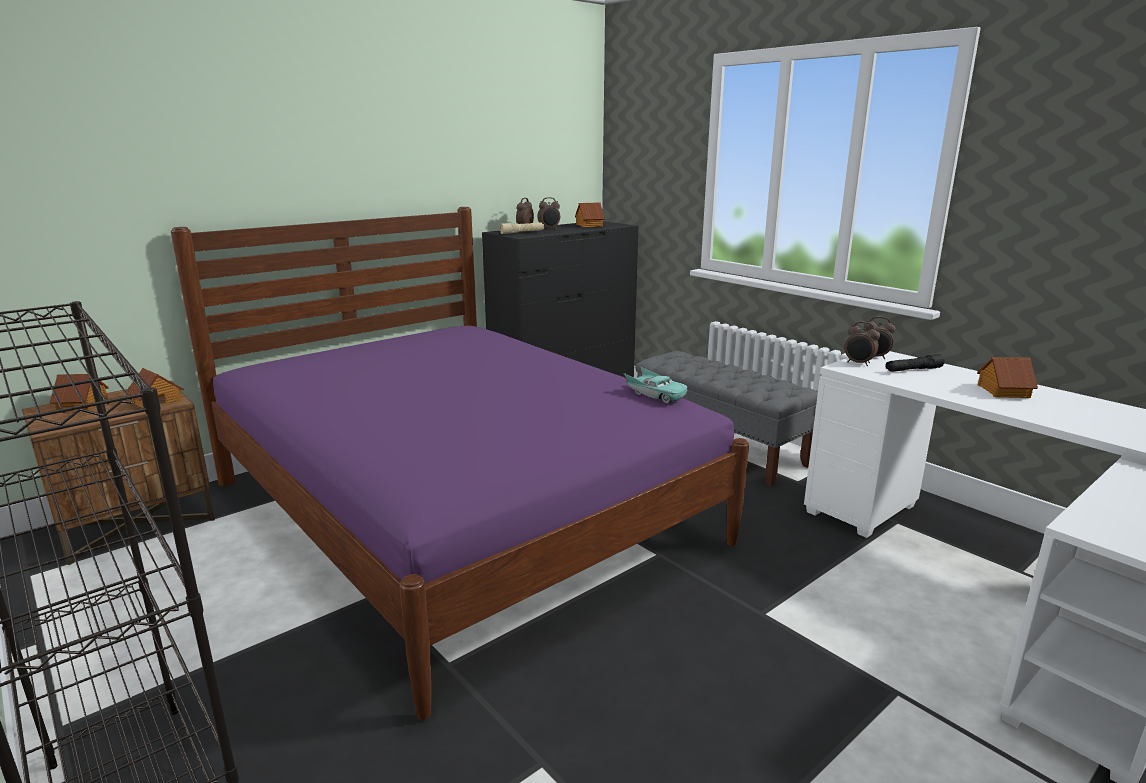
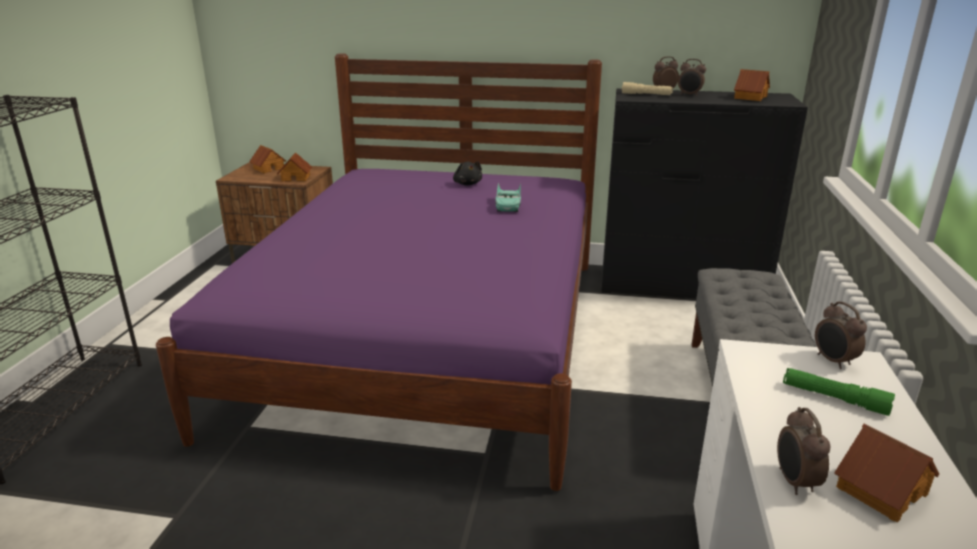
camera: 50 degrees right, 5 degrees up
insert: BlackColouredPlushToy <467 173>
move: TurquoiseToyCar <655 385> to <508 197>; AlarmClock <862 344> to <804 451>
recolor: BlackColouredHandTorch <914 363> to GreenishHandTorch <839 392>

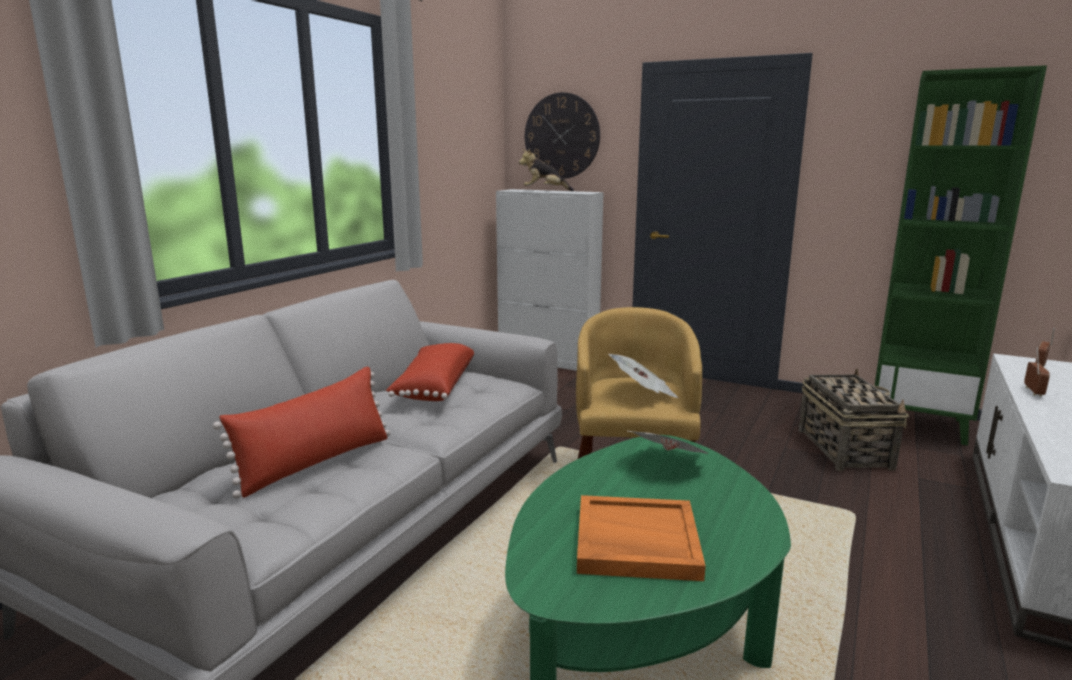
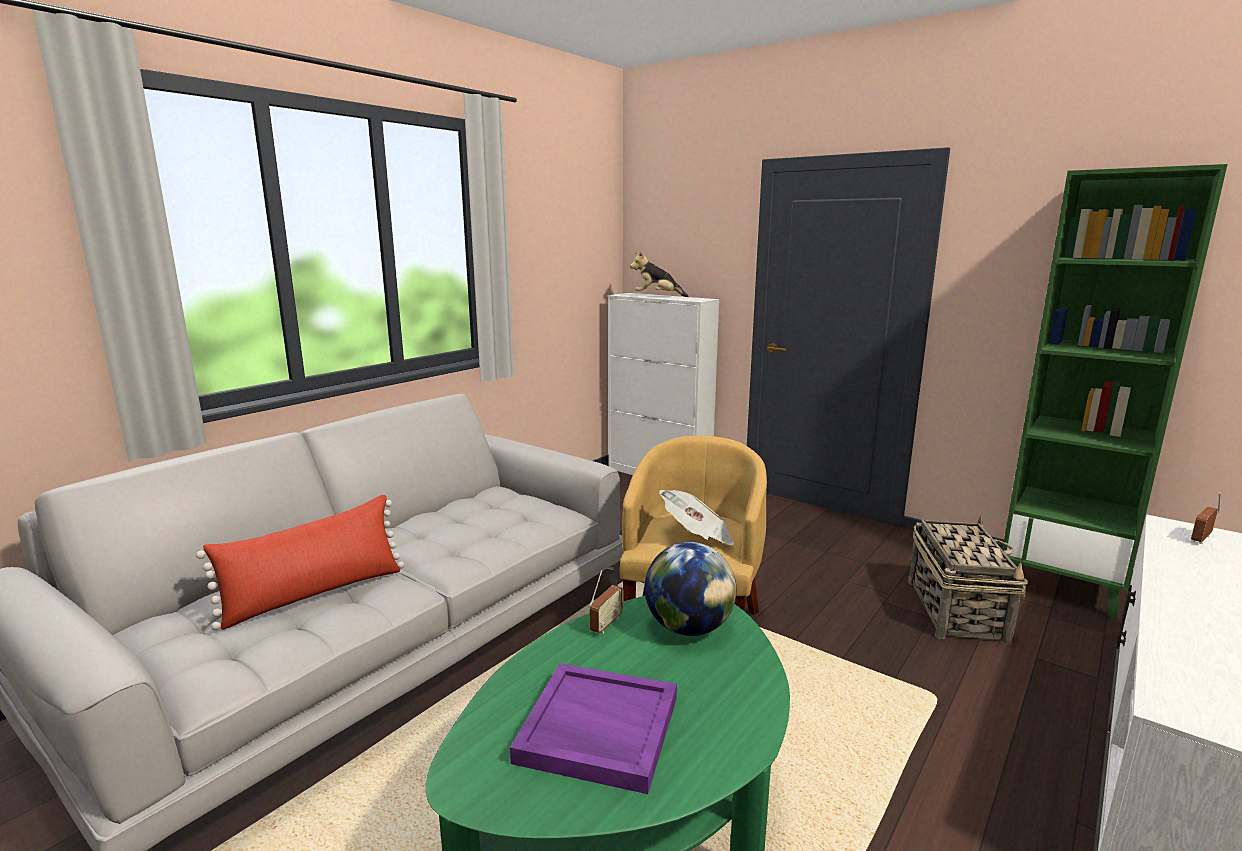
camera: 10 degrees right, 0 degrees up
delete: RedCushion <430 372>; WallClock <562 135>
move: RadioReceiver <1037 371> to <606 602>
replace: PrintedPaper <668 442> to Globe <691 589>
recolor: OrangeTray <641 538> to PurpleTray <593 728>

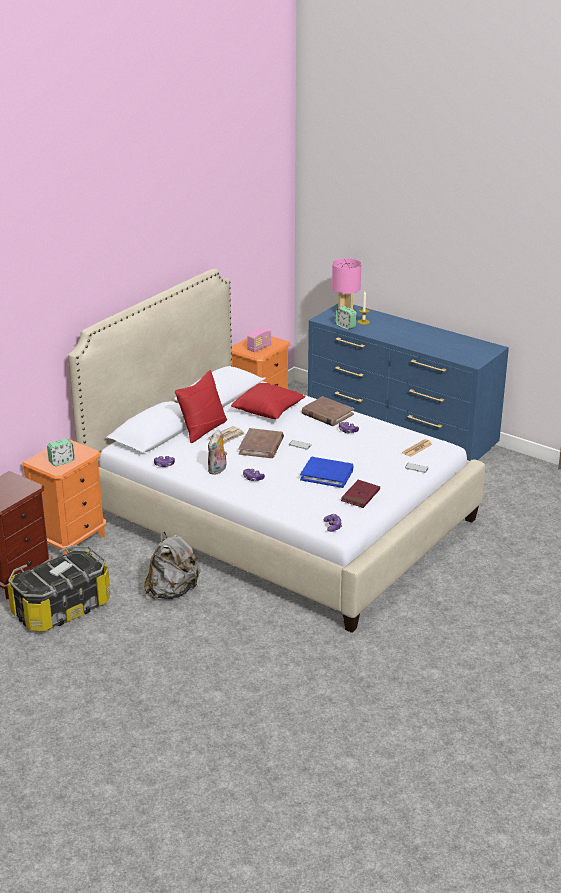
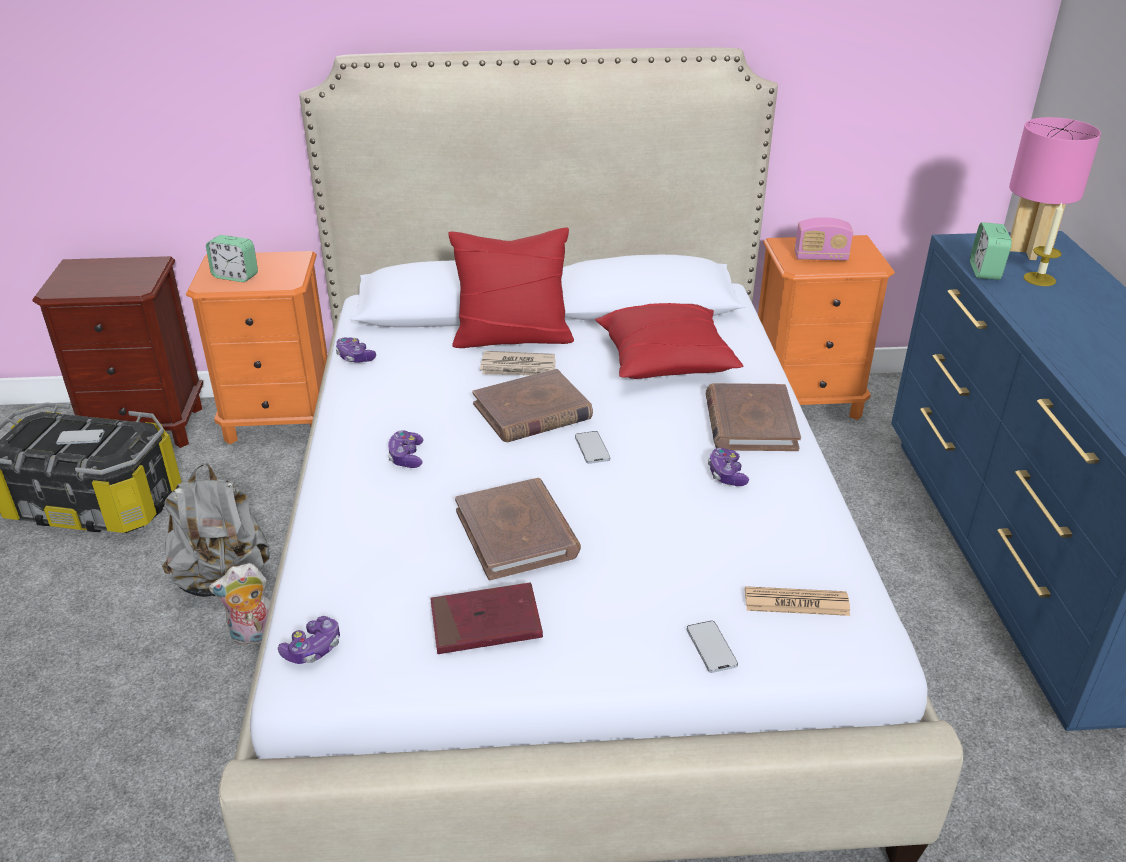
camera: 50 degrees right, 5 degrees up
move: PlushToy <217 452> to <239 604>
recolor: BluishBook <326 472> to BrownBook <518 529>

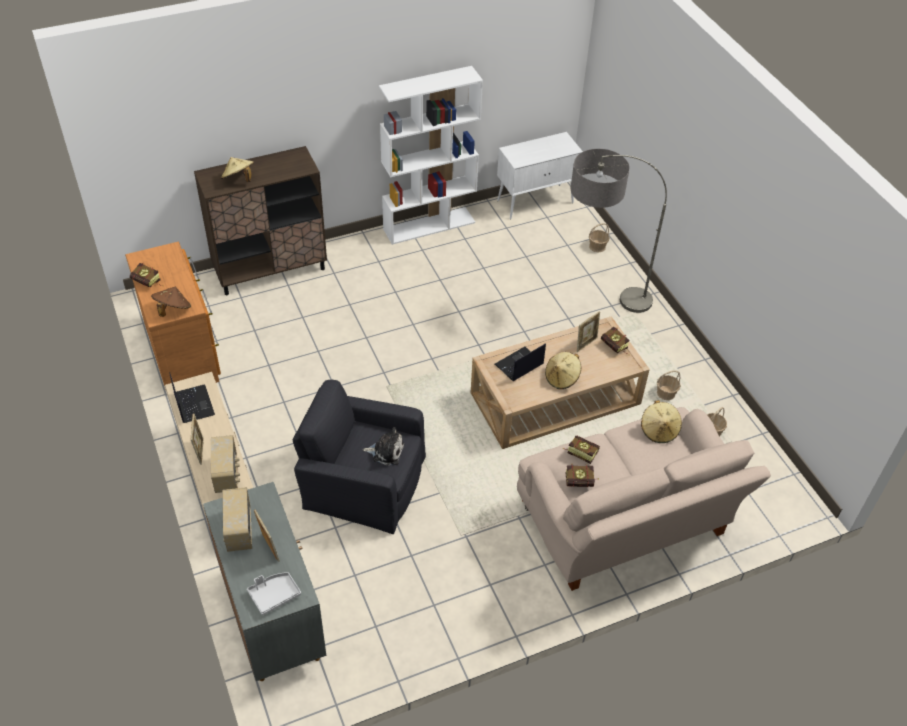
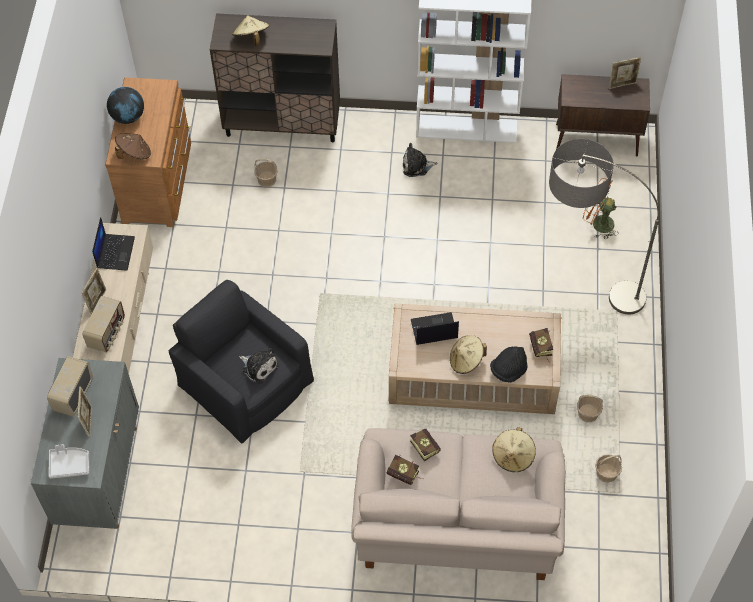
camera: 30 degrees right, 10 degrees up
insert: PlushToy <420 160>; BlackColouredClothingHat <508 364>; OrangeCoolingFan <601 208>
move: StorageBasket <599 237> to <266 172>; PhotoFrame <588 331> to <625 73>
replace: Book <146 275> to Globe <125 105>
recolor: WhitishStorageCabinet <540 176> to BrownStorageCabinet <603 115>

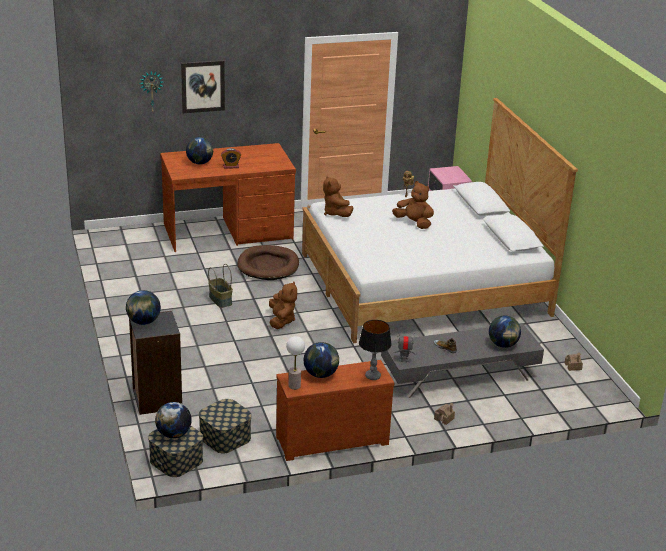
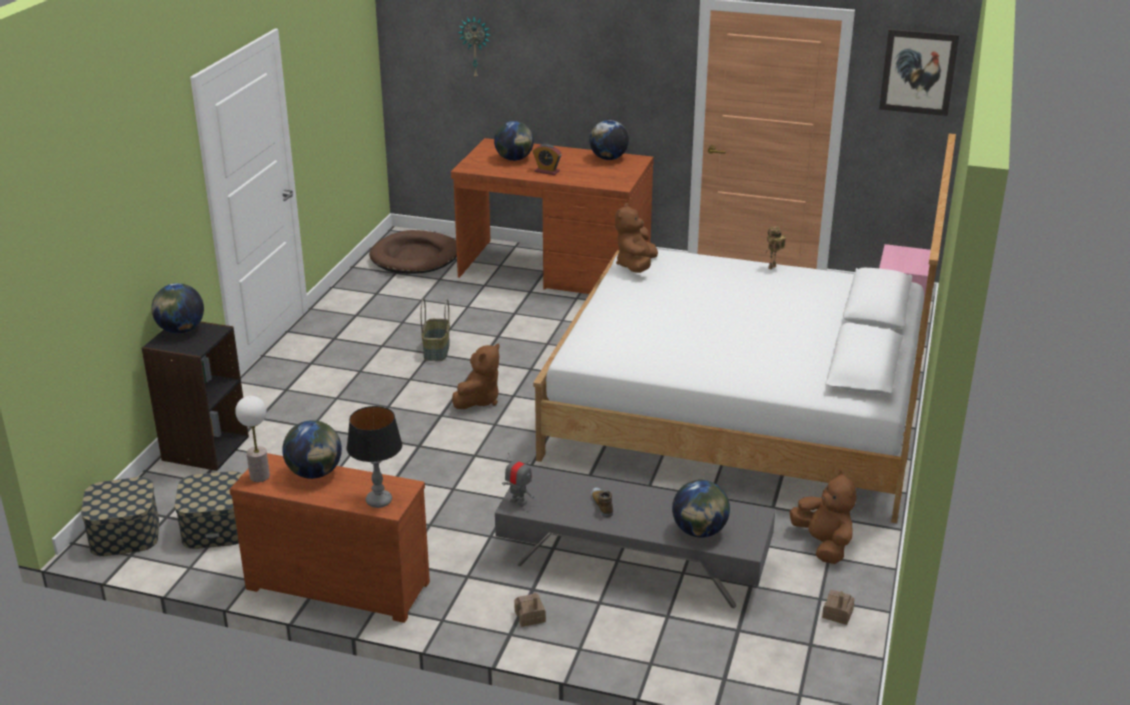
camera: 35 degrees right, 0 degrees up
move: BrownPetBed <268 262> to <413 252>; Globe <173 420> to <609 140>; BrownPlushToy <413 205> to <823 517>; WallPicture <203 86> to <919 72>

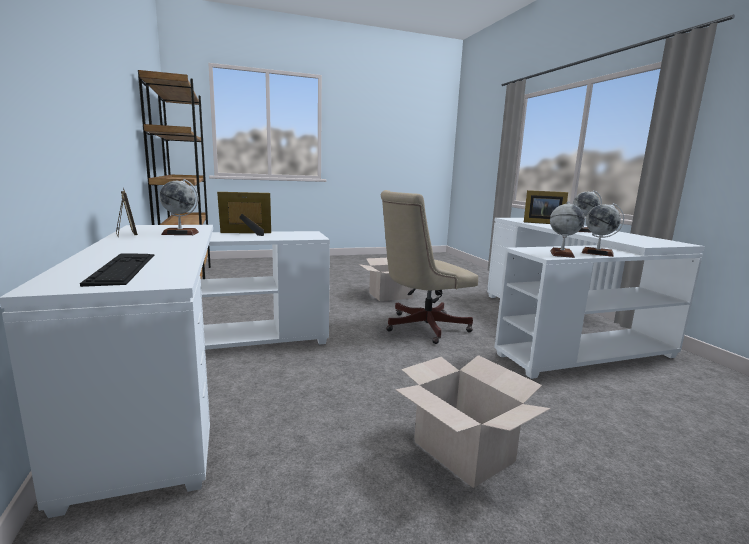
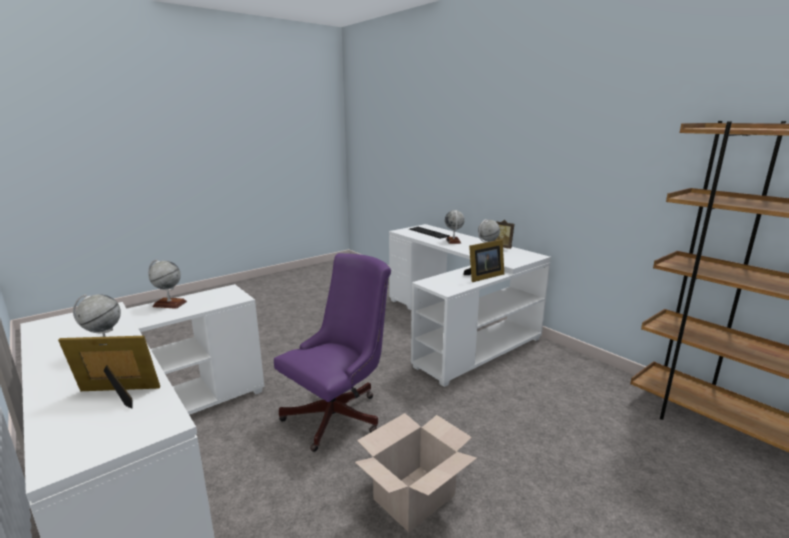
camera: 160 degrees right, 5 degrees up
delete: PackingBox <473 421>
move: Globe <567 229> to <455 227>
recolor: BeigeColouredDeskChair <429 267> to PurpleDeskChair <332 352>

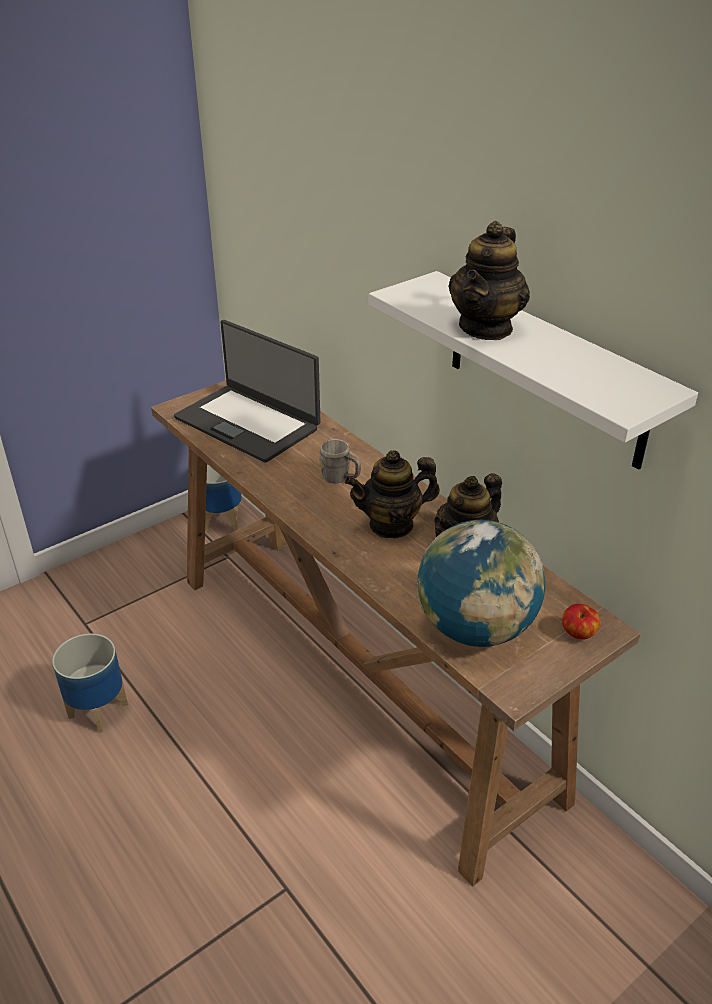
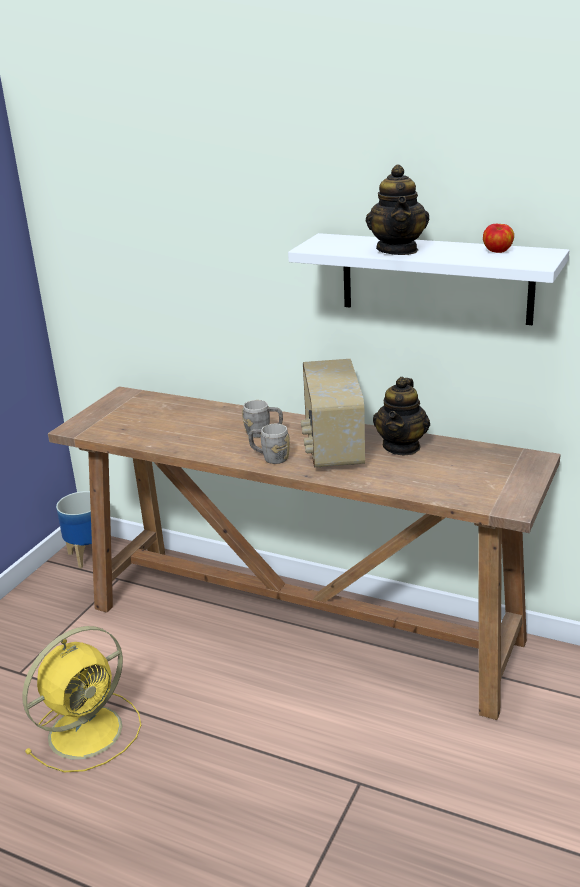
camera: 25 degrees left, 10 degrees down
delete: Laptop <247 391>; Globe <480 583>
insert: GrayTeaMug <269 444>
move: AppleFruit <581 622> to <498 238>
replace: Planter <90 683> to YellowishCoolingFan <81 699>; TeaPot <392 494> to RadioReceiver <333 413>

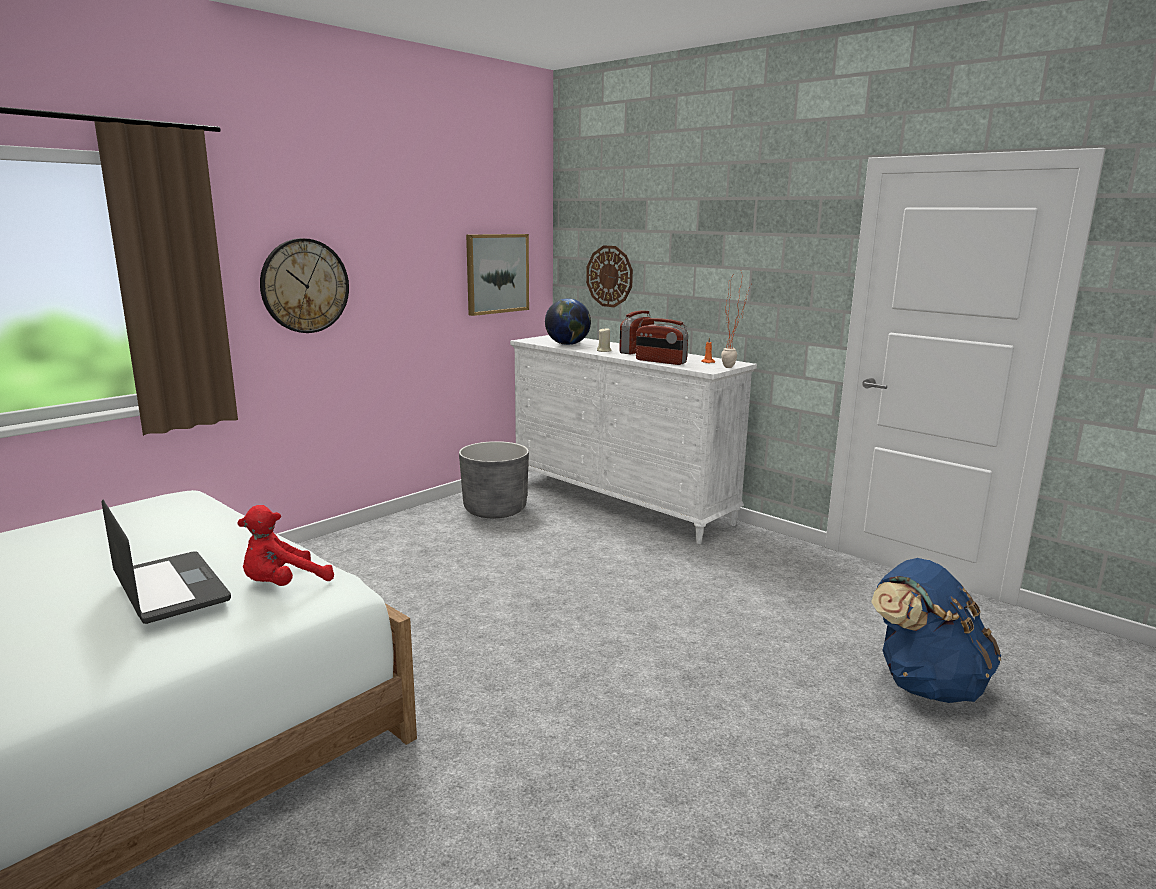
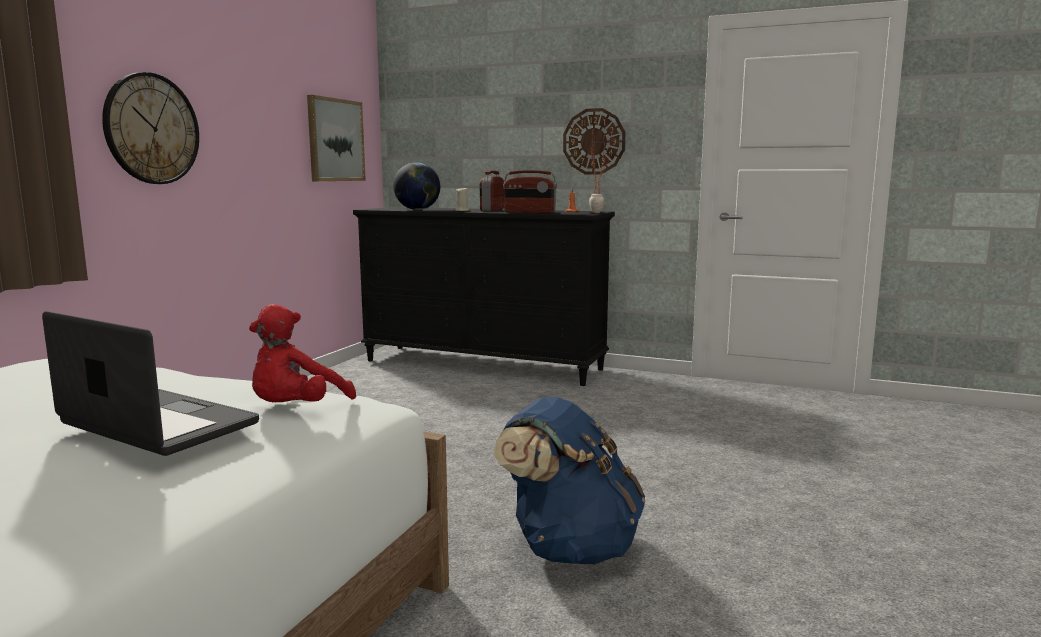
camera: 20 degrees left, 5 degrees down
delete: GrayPlanter <494 479>
move: BluishKnapsack <936 630> to <569 480>; WallClock <609 276> to <594 141>
recolor: WhitishDresser <633 439> to BlackColouredDresser <484 296>

